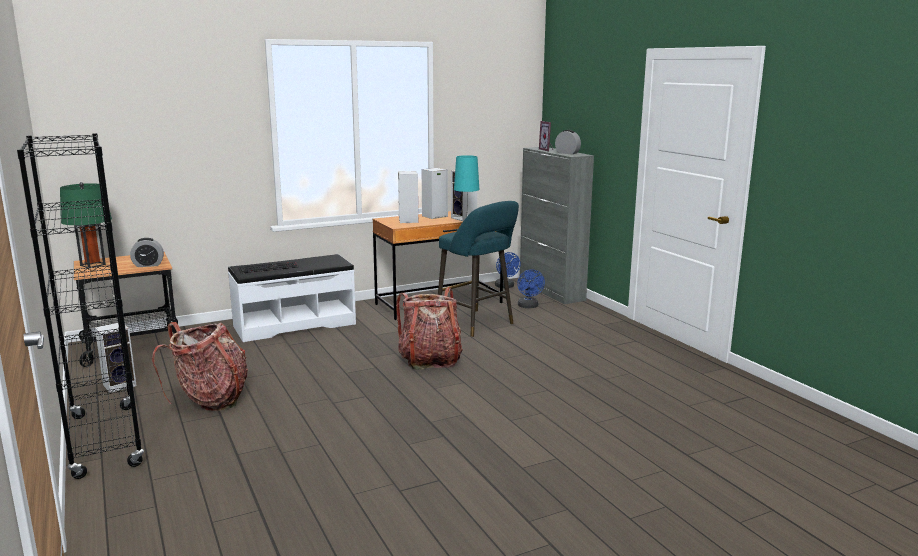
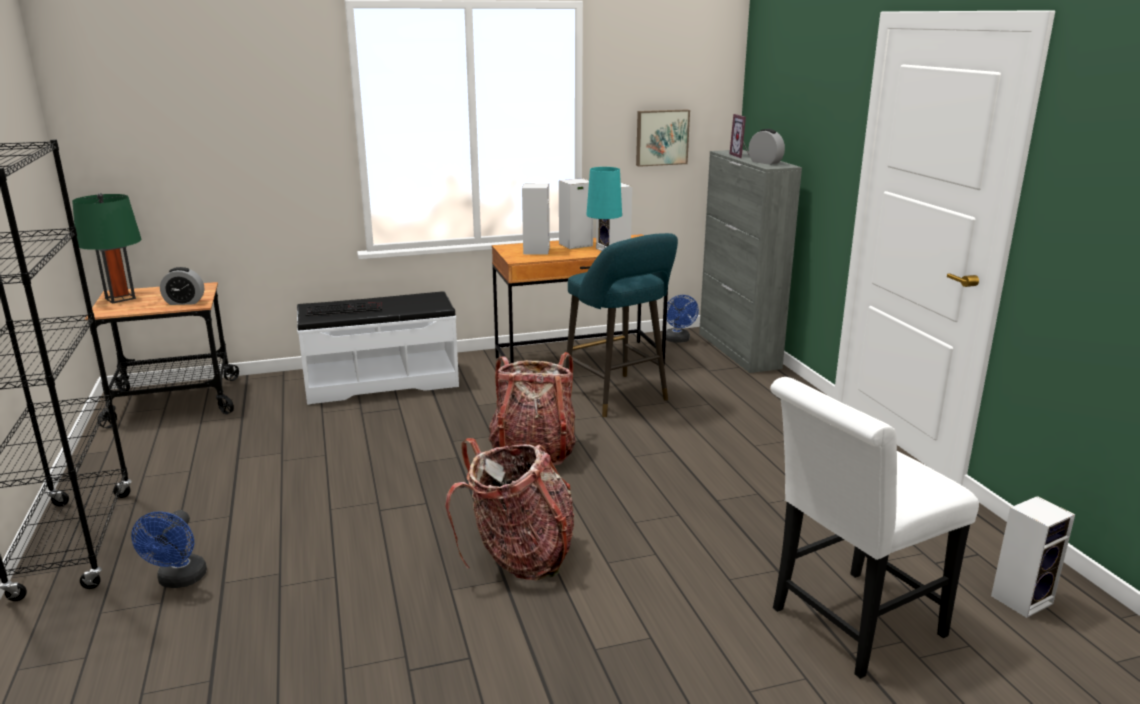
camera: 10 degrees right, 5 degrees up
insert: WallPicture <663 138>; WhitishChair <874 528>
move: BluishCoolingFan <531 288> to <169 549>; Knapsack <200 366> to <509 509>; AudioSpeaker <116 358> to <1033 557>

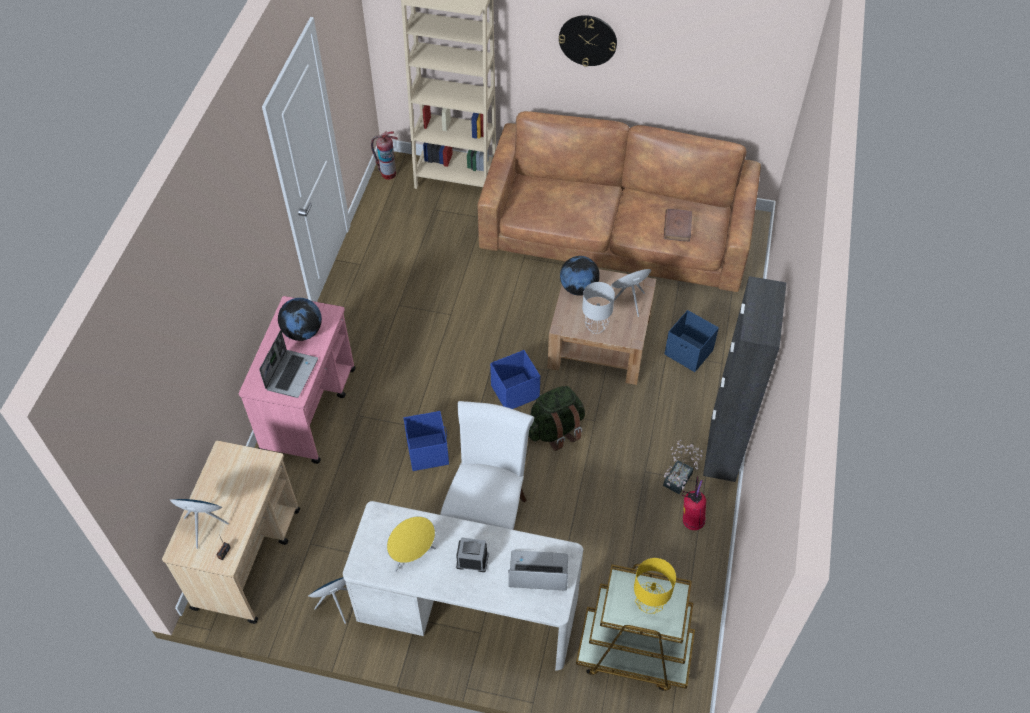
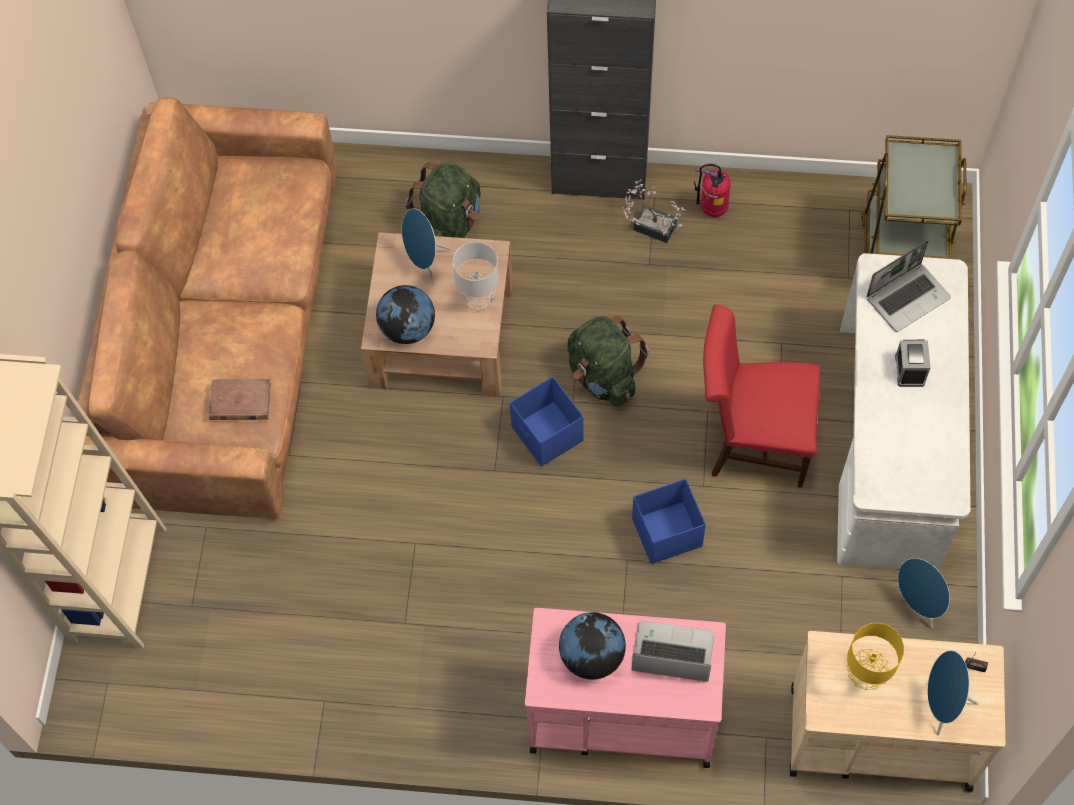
camera: 95 degrees left, 10 degrees up
delete: FireExtinguisher <384 155>; YellowishAudioSpeaker <411 544>; WallClock <588 41>
move: BrownBook <678 225> to <240 399>; YellowishTableLamp <655 586> to <875 656>
replace: BluishStorageBin <691 341> to GreenishKnapsack <443 200>
recolor: WhitishChair <487 465> to RedChair <762 396>
rotate: Laptop <538 570> = <908 286> 120 degrees counterclockwise

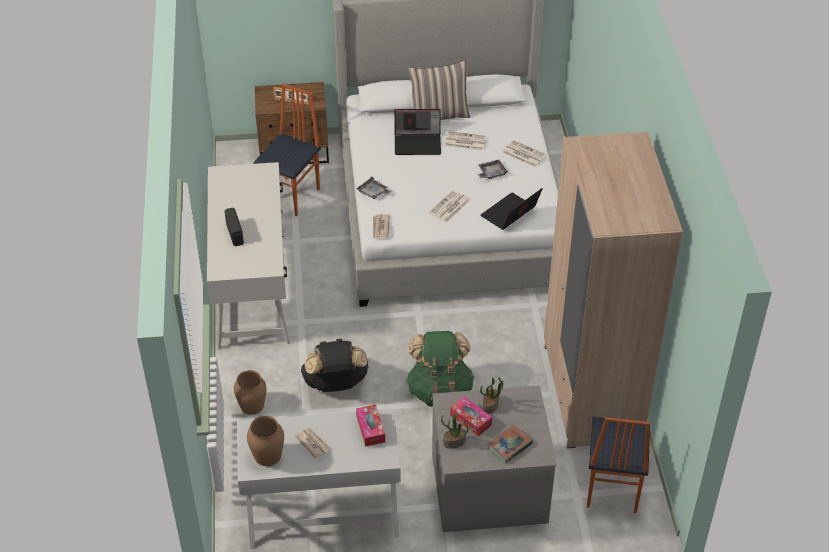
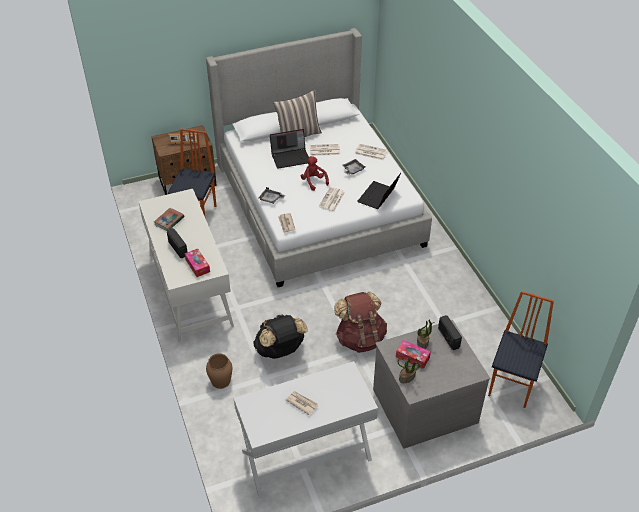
camera: 15 degrees left, 0 degrees up
delete: BrownVase <265 441>; BeigeColouredWardrobe <613 289>
insert: RedPlushToy <315 173>; RadioReceiver <450 332>
move: Book <510 444> to <169 219>; TissueBox <370 426> to <197 263>
recolor: GreenishKnapsack <440 369> to BrownKnapsack <360 322>
rotate: Chair <618 465> = <521 349> 150 degrees counterclockwise

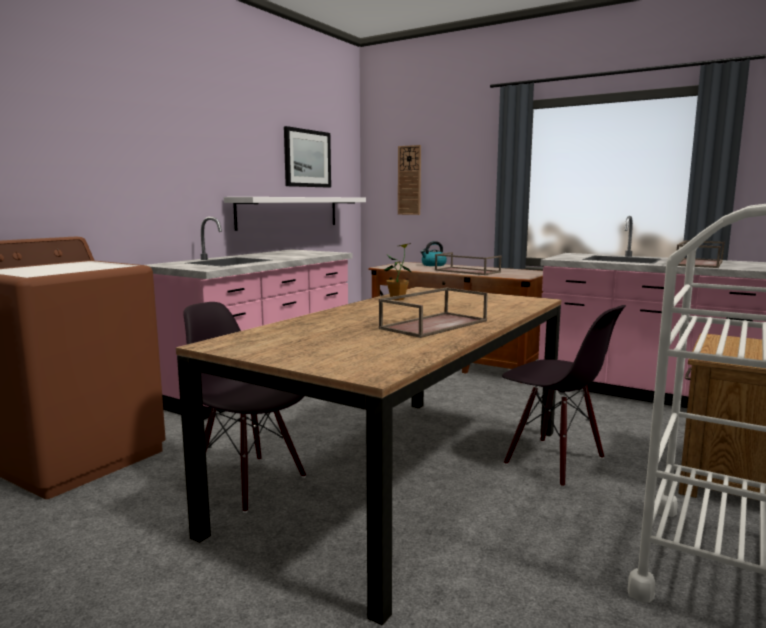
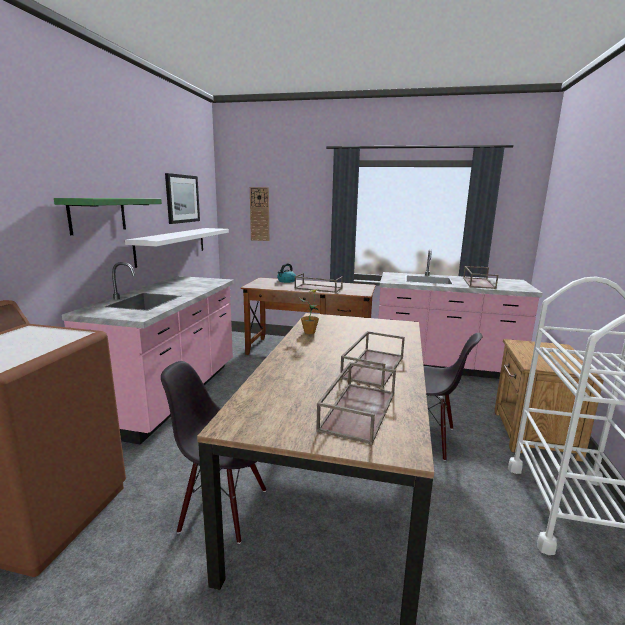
camera: 20 degrees left, 5 degrees up
insert: GreenishBracketShelf <108 216>; BrownTray <356 403>

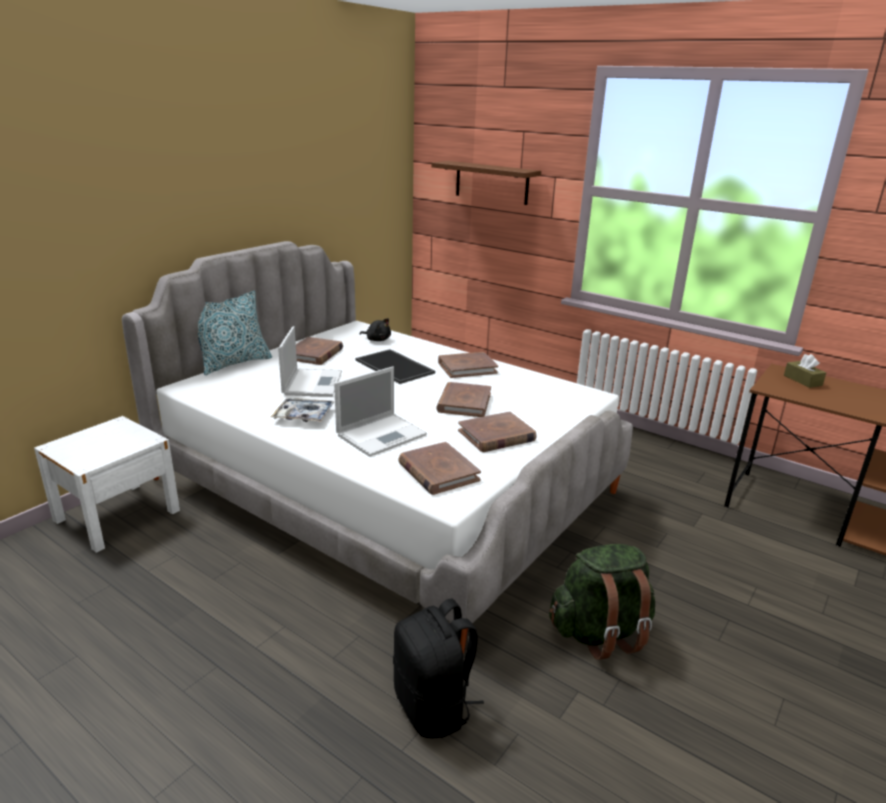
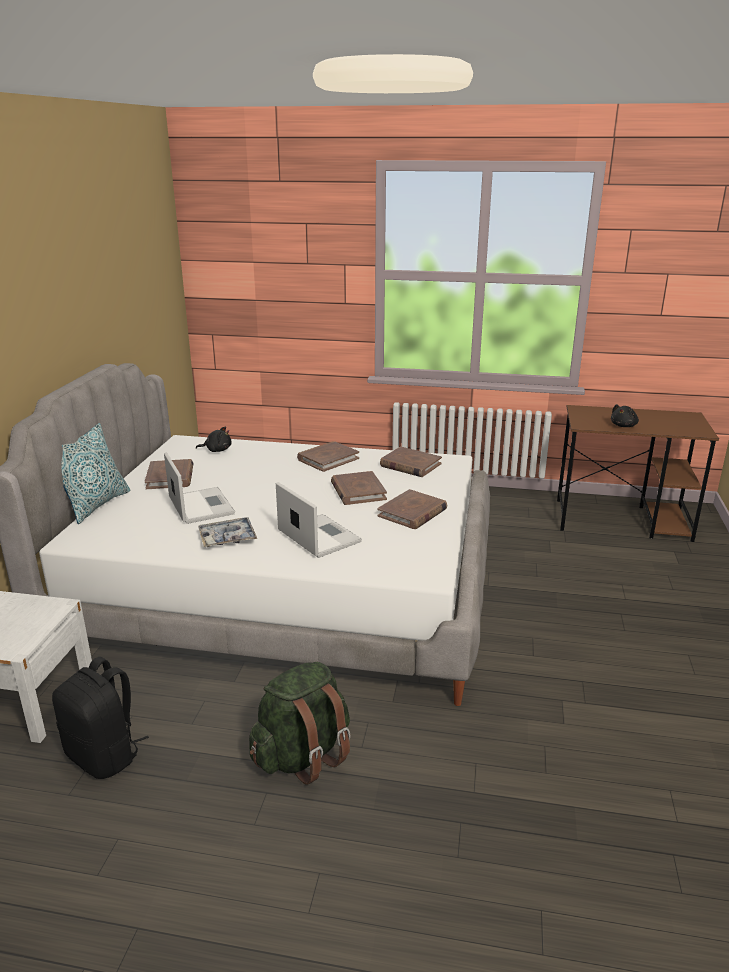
camera: 25 degrees left, 0 degrees up
delete: Tray <395 366>; BrownBracketShelf <486 183>; BrownTissueBox <805 371>
insert: BlackColouredPlushToy <625 415>
move: BlackColouredKnapsack <438 668> to <100 718>; GreenishKnapsack <602 602> to <300 723>; BrownBook <439 468> to <411 462>
rotate: Laptop <380 411> = <319 520> 60 degrees counterclockwise

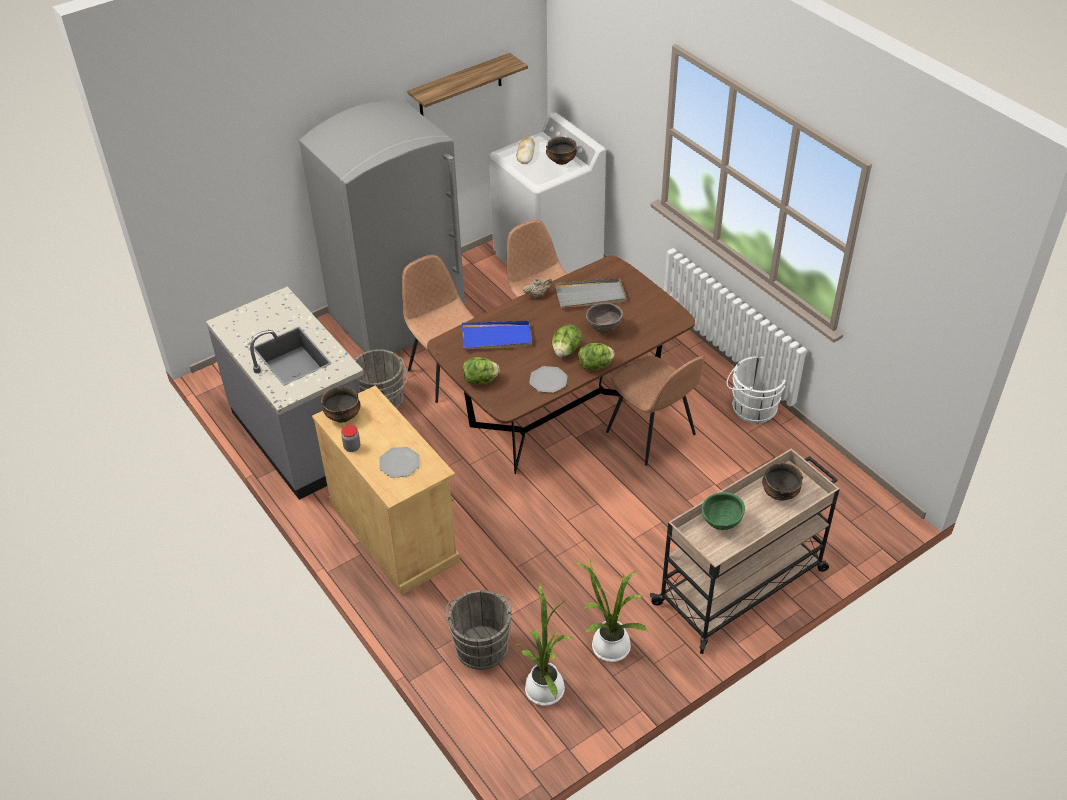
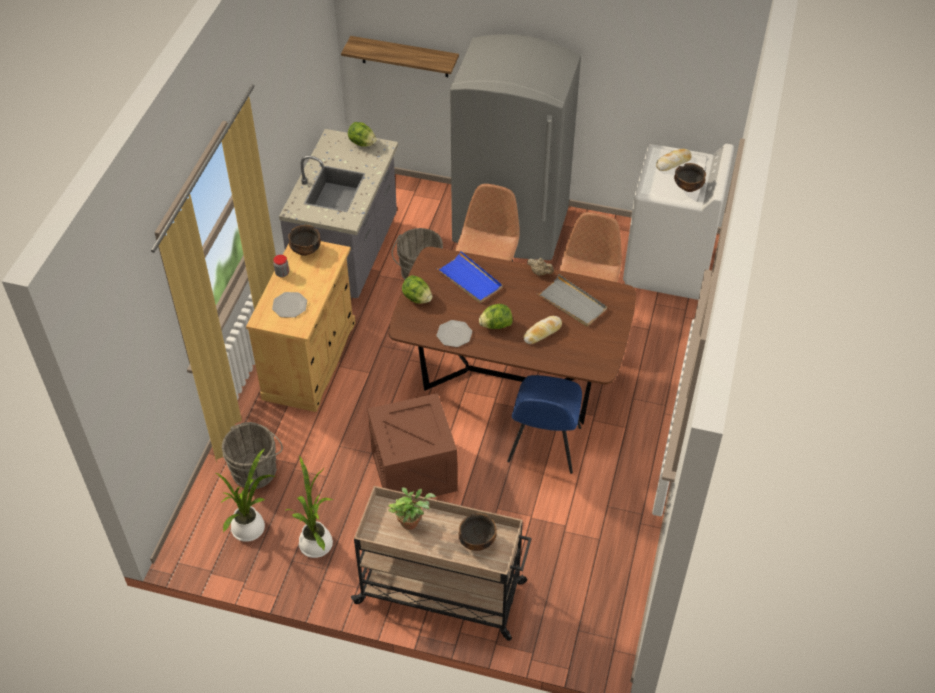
camera: 50 degrees right, 5 degrees up
delete: WhitishWaterBucket <756 389>
insert: Crate <412 445>
move: BracketShelf <467 84> to <400 56>; HeadOfLettuce <596 356> to <362 134>
replace: GreenishBowl <723 511> to Houseplant <412 508>; BrownBowl <604 318> to BakedBread <542 330>
recolor: BrownChair <655 411> to BluishChair <544 424>

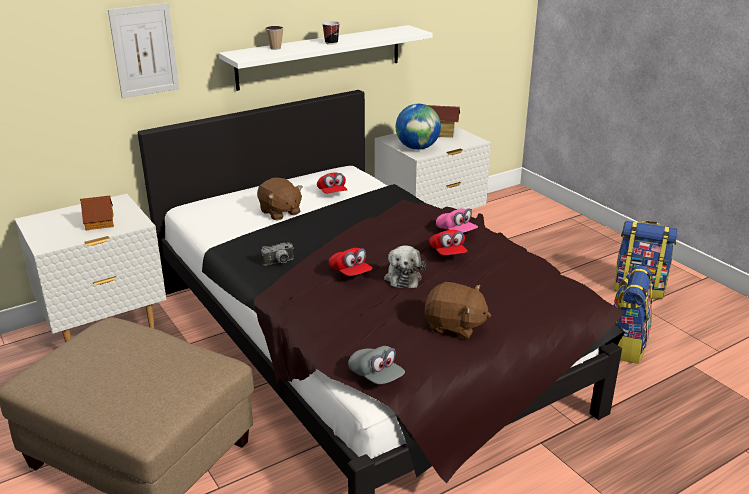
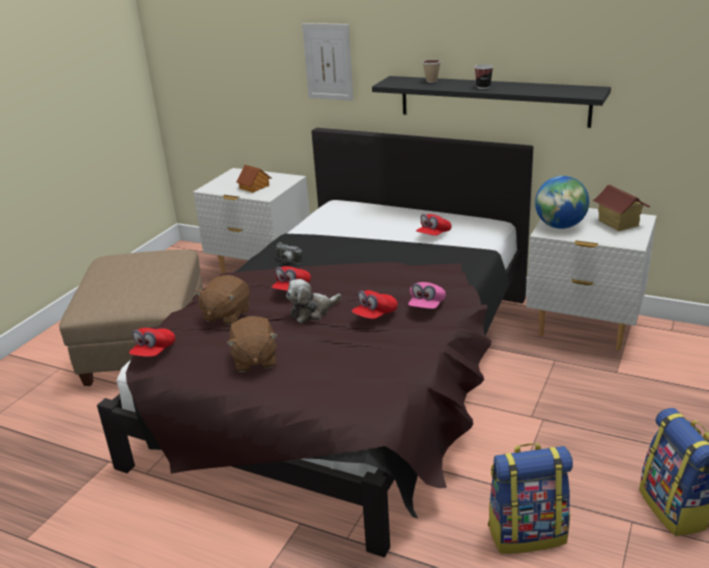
camera: 60 degrees right, 0 degrees up
move: BrownPlushToy <280 199> to <222 300>
recolor: GrayPeakedCap <376 365> to RedPeakedCap <152 342>; WhitishBracketShelf <326 58> to BlackColouredBracketShelf <491 102>

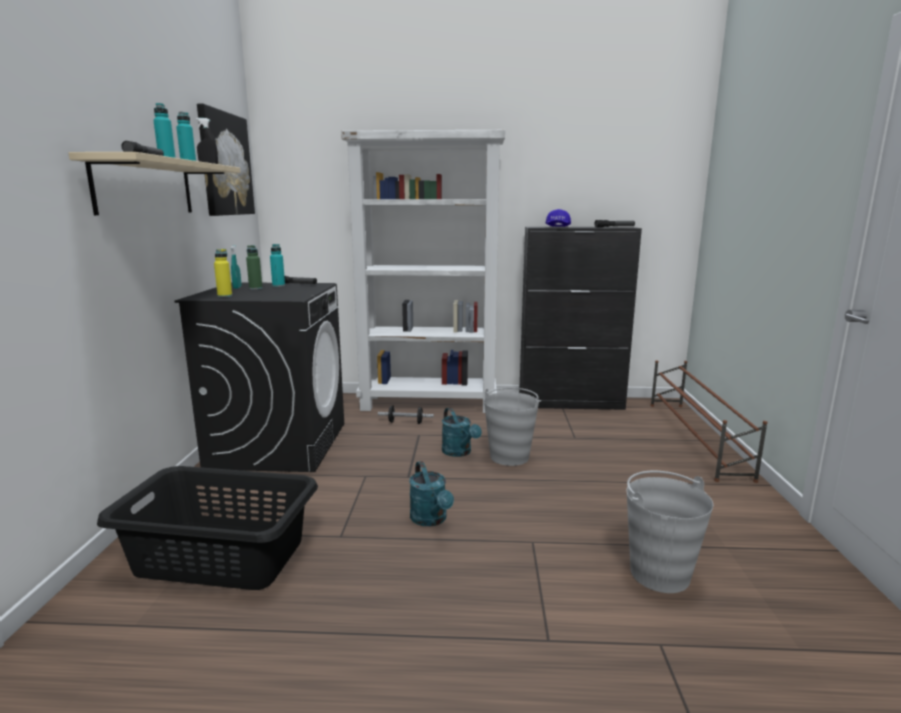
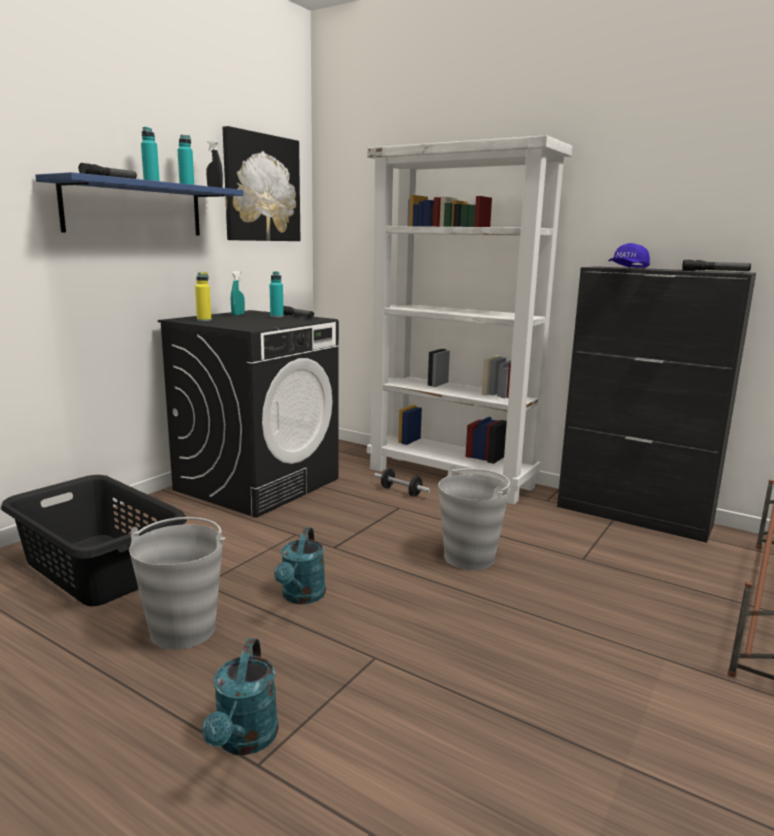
camera: 30 degrees right, 0 degrees up
delete: GreenishBeverageBottle <254 267>
move: GrayWaterBucket <670 532> to <177 583>; TurquoiseSprinklingCan <462 432> to <240 696>
recolor: BeigeColouredBracketShelf <154 183> to BluishBracketShelf <139 204>

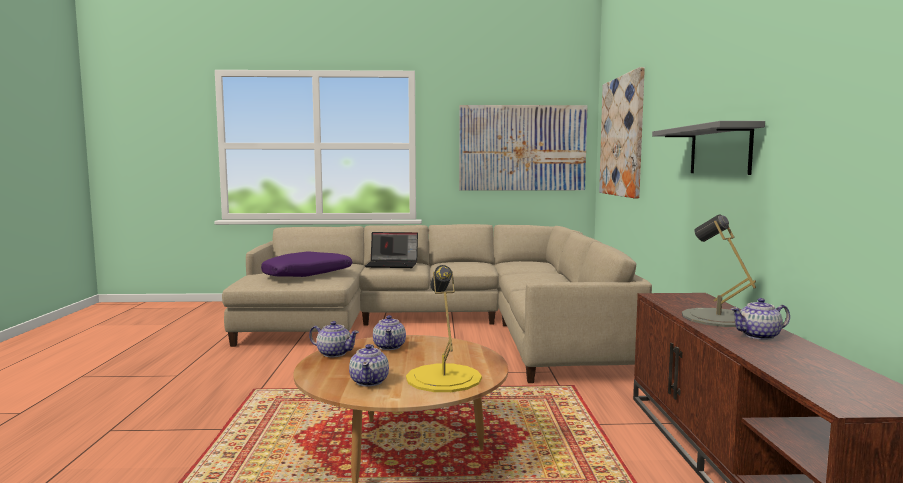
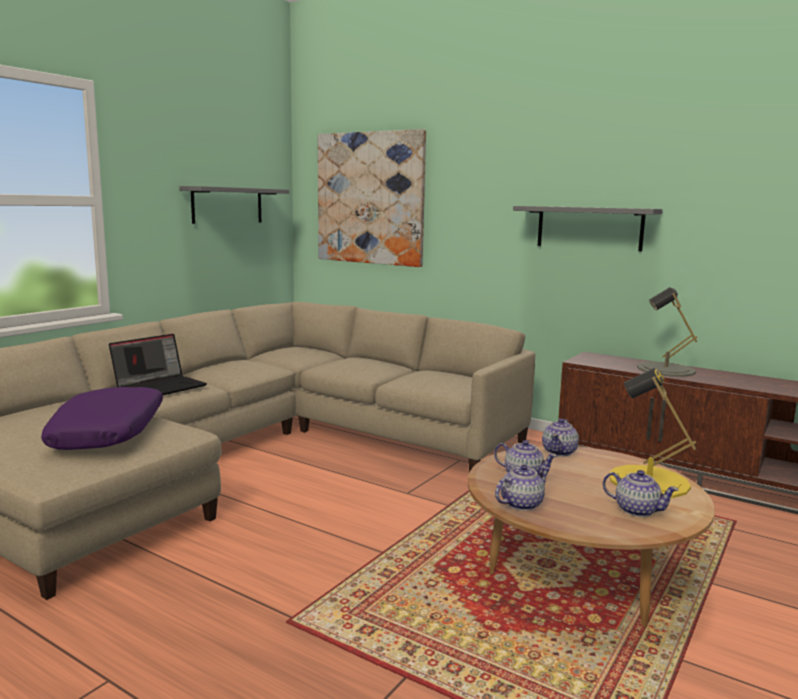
camera: 55 degrees left, 5 degrees up
move: TeaPot <760 319> to <560 437>
replace: WallPicture <523 148> to GrayBracketShelf <234 205>

